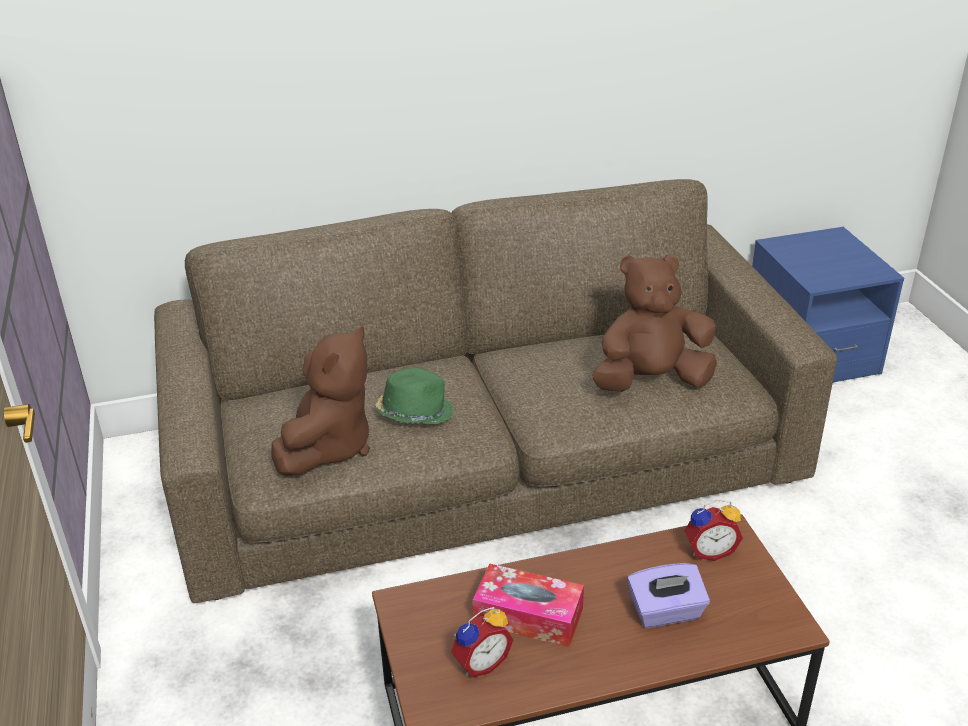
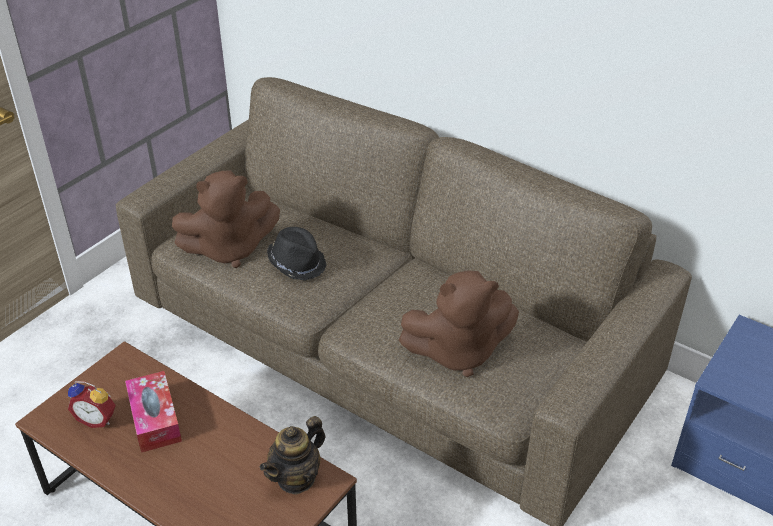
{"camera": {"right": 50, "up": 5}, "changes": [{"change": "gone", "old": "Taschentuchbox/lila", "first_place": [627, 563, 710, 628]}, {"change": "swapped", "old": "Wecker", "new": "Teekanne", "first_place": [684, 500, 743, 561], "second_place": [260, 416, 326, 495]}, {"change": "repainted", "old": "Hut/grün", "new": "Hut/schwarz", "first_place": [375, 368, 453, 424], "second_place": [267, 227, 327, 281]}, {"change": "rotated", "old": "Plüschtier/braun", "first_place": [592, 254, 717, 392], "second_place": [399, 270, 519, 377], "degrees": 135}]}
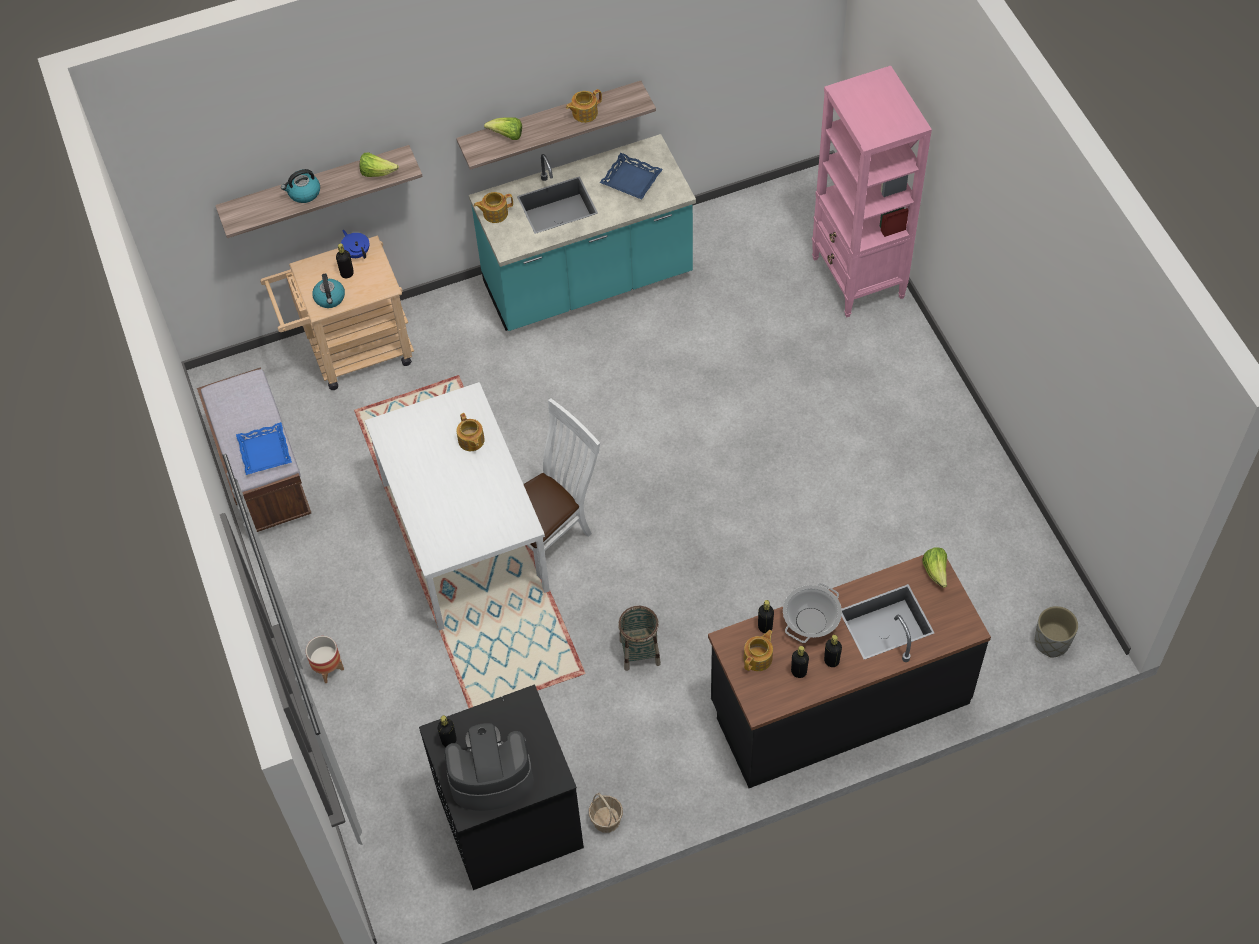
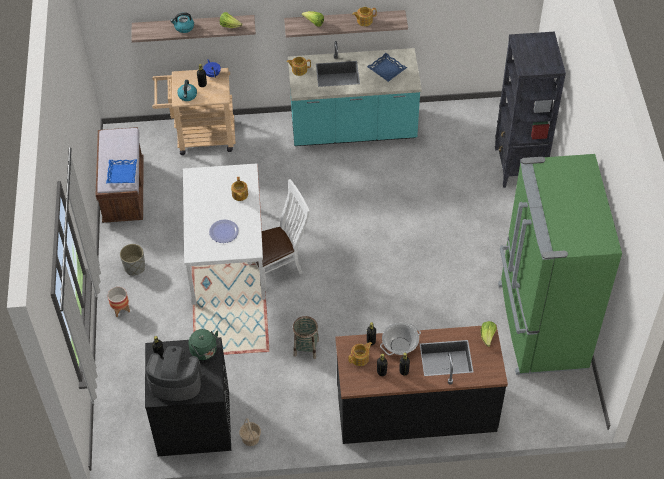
{"camera": {"right": 15, "up": -5}, "changes": [{"change": "new", "new": "Wasserkessel/grün", "second_place": [188, 329, 220, 360]}, {"change": "new", "new": "Teller", "second_place": [209, 220, 239, 243]}, {"change": "new", "new": "Kühlschrank/grün", "second_place": [498, 154, 622, 375]}, {"change": "shifted", "old": "Pflanzkübel/grau", "first_place": [1035, 606, 1078, 657], "second_place": [120, 244, 145, 275]}, {"change": "repainted", "old": "Bücherregal/rosa", "new": "Bücherregal/schwarz", "first_place": [812, 66, 932, 317], "second_place": [495, 32, 566, 188]}]}
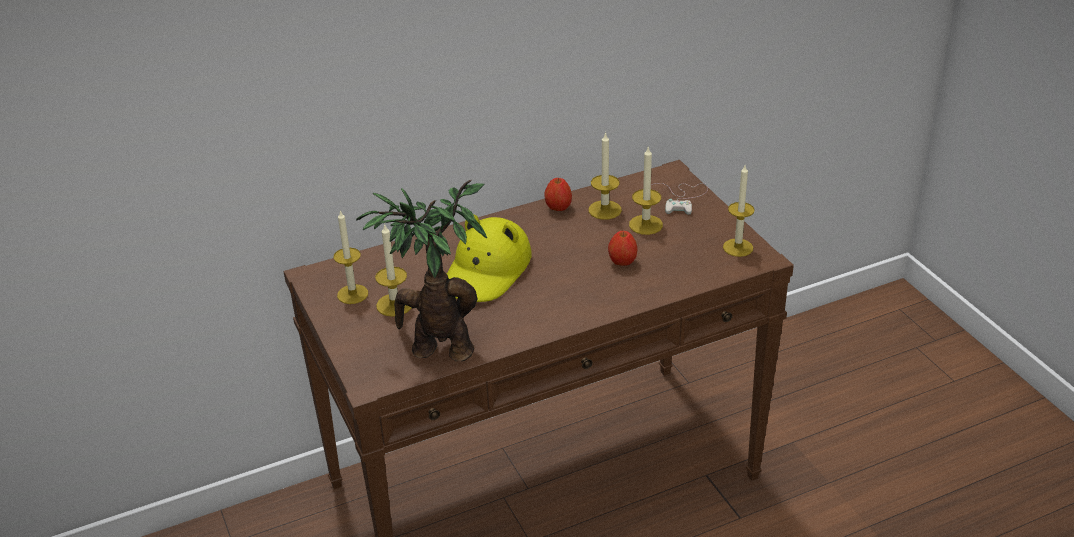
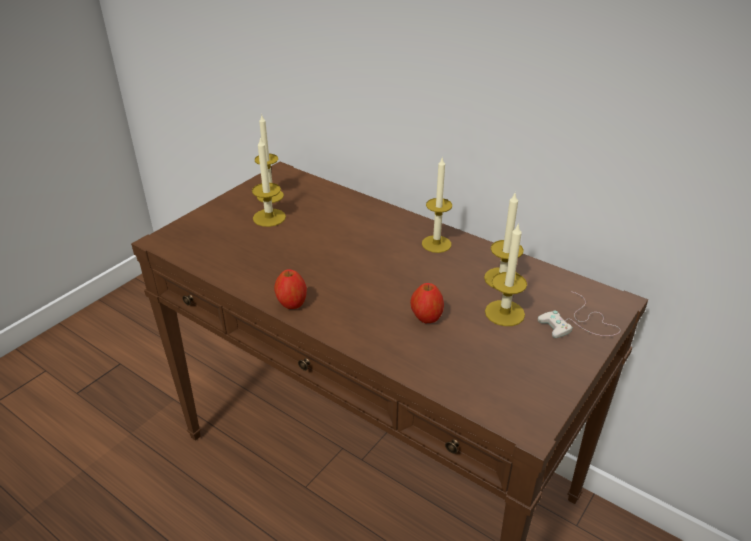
{"camera": {"right": 60, "up": 0}, "changes": [{"change": "gone", "old": "Topfpflanze", "first_place": [356, 180, 487, 361]}, {"change": "gone", "old": "Hut/gelb", "first_place": [447, 215, 532, 302]}, {"change": "shifted", "old": "Apfel", "first_place": [544, 178, 572, 211], "second_place": [274, 269, 307, 309]}, {"change": "shifted", "old": "Kerze", "first_place": [723, 165, 755, 257], "second_place": [422, 158, 452, 253]}]}
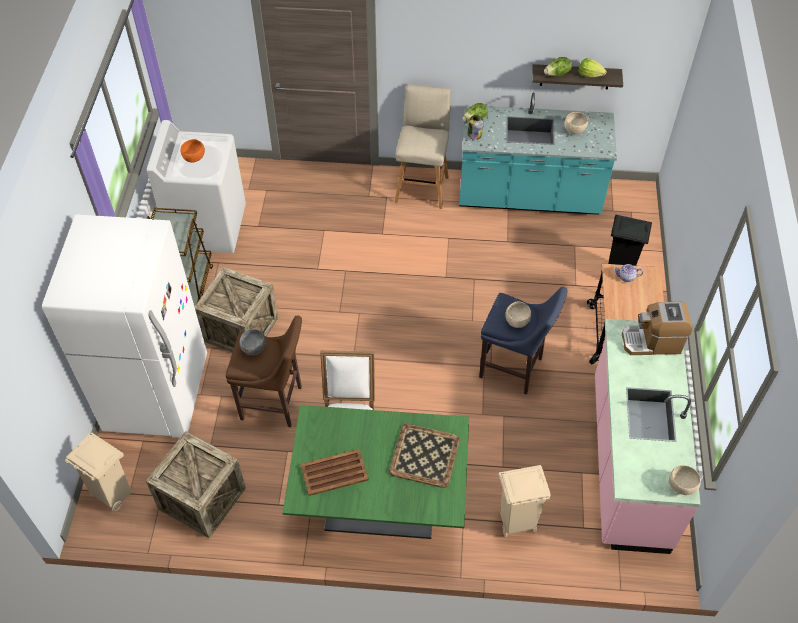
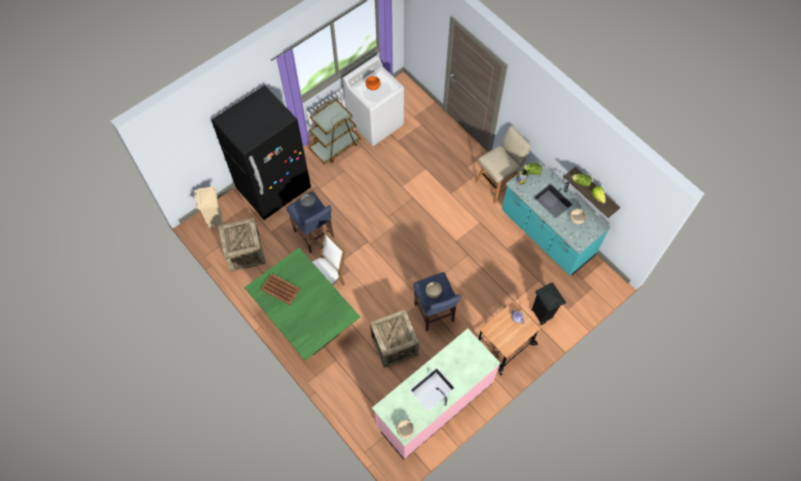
{"camera": {"right": 45, "up": 10}, "changes": [{"change": "gone", "old": "Tablett", "first_place": [389, 424, 460, 488]}, {"change": "gone", "old": "Mülleimer/beige", "first_place": [498, 465, 551, 537]}, {"change": "gone", "old": "Kaffeemaschine", "first_place": [622, 302, 692, 355]}, {"change": "shifted", "old": "Kiste", "first_place": [195, 267, 278, 352], "second_place": [370, 310, 419, 368]}, {"change": "repainted", "old": "Kühlschrank/weiß", "new": "Kühlschrank/schwarz", "first_place": [42, 214, 207, 438], "second_place": [211, 85, 311, 220]}, {"change": "repainted", "old": "Hocker/braun", "new": "Hocker/blau", "first_place": [226, 315, 302, 427], "second_place": [287, 192, 334, 253]}]}
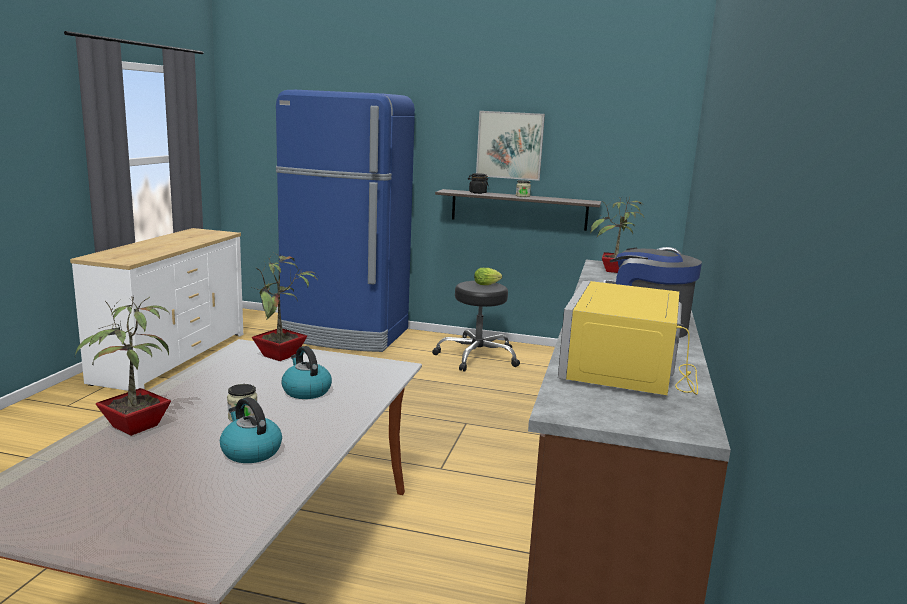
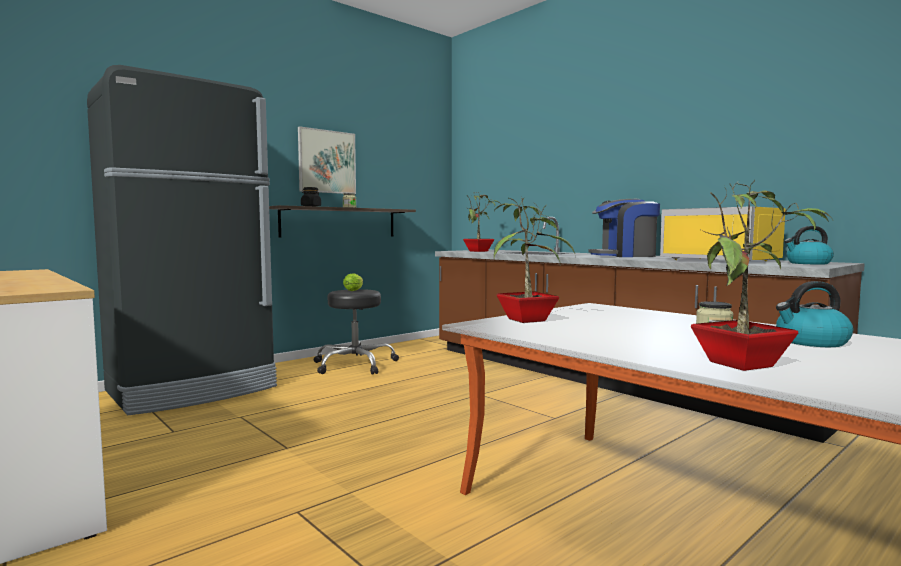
{"camera": {"right": -55, "up": -10}, "changes": [{"change": "shifted", "old": "Wasserkessel", "first_place": [282, 346, 332, 399], "second_place": [784, 226, 834, 264]}, {"change": "repainted", "old": "Kühlschrank/blau", "new": "Kühlschrank/schwarz", "first_place": [276, 90, 415, 352], "second_place": [87, 65, 277, 415]}]}
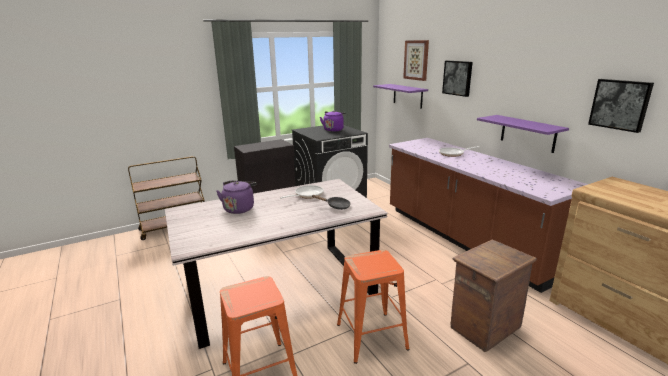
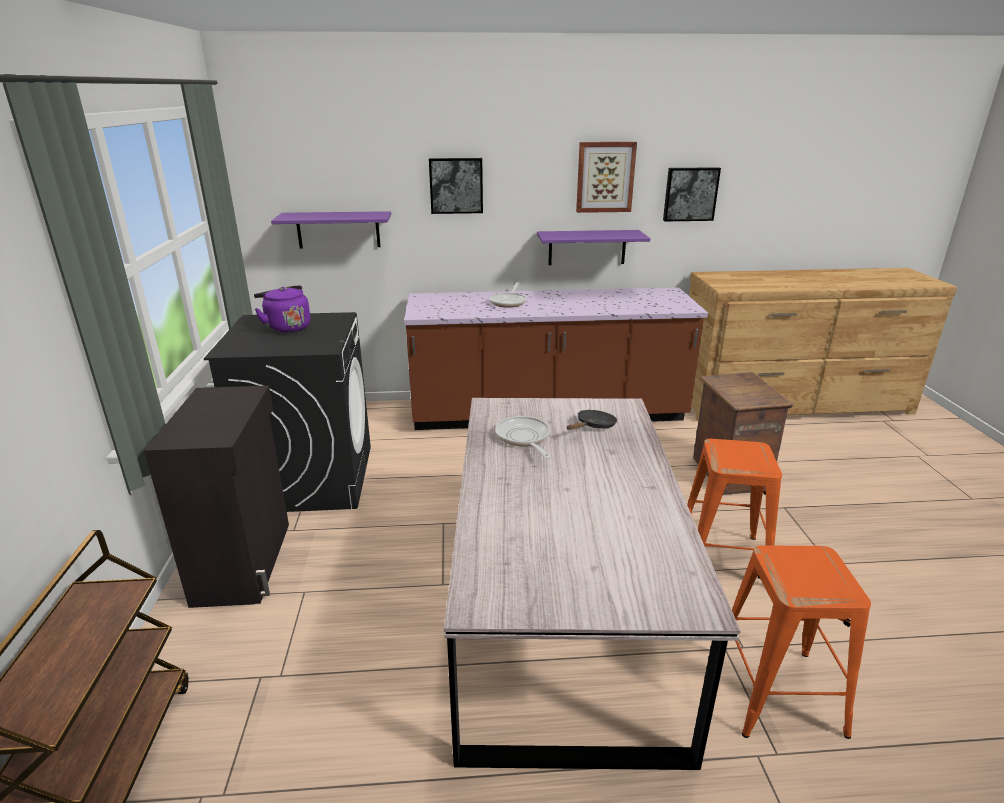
{"camera": {"right": -65, "up": 5}, "changes": [{"change": "gone", "old": "Wasserkessel/lila", "first_place": [216, 181, 257, 214]}, {"change": "shifted", "old": "Bild", "first_place": [403, 40, 429, 81], "second_place": [576, 142, 637, 213]}]}
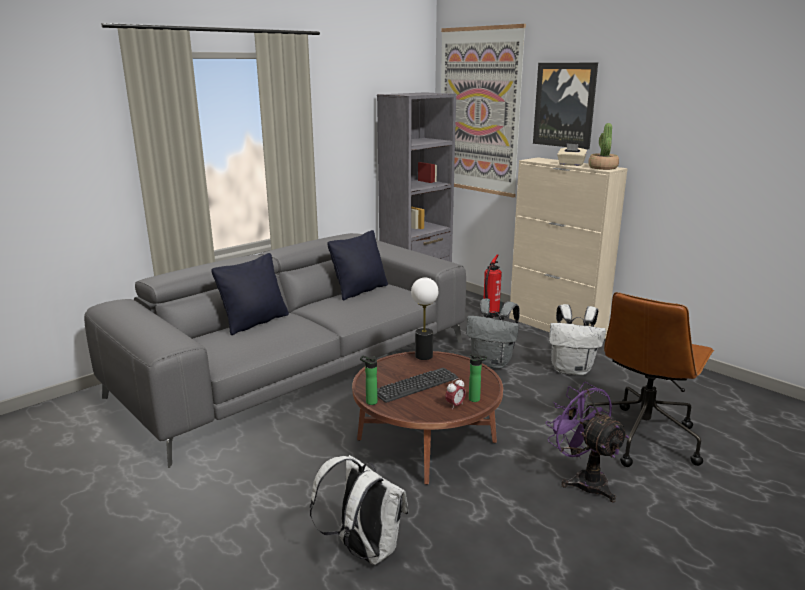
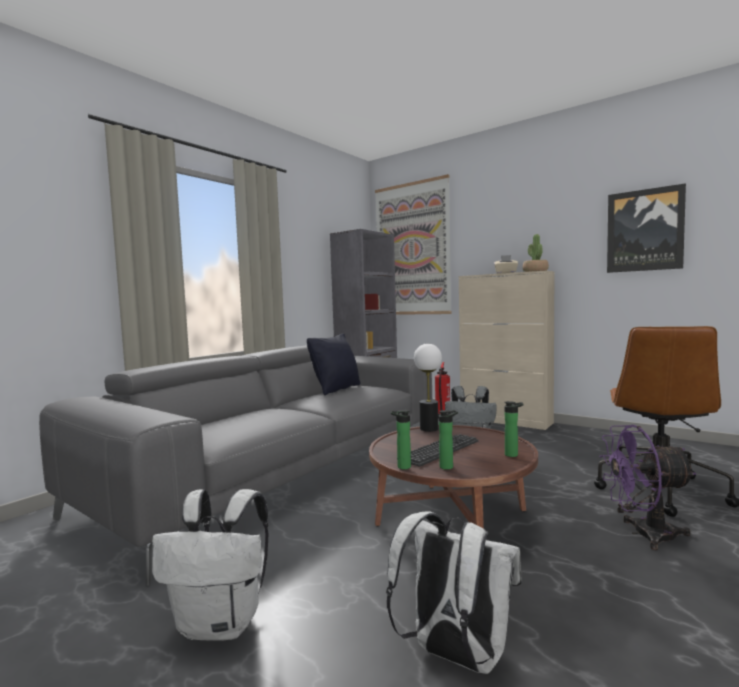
{"camera": {"right": -10, "up": -15}, "changes": [{"change": "gone", "old": "Kissen/schwarz", "first_place": [211, 253, 289, 335]}, {"change": "gone", "old": "Wecker", "first_place": [445, 378, 466, 410]}, {"change": "new", "new": "Flasche", "second_place": [439, 410, 458, 470]}, {"change": "shifted", "old": "Bild", "first_place": [533, 63, 598, 149], "second_place": [607, 183, 686, 273]}, {"change": "shifted", "old": "Rucksack/weiß", "first_place": [549, 304, 606, 375], "second_place": [152, 489, 269, 641]}, {"change": "rotated", "old": "Ventilator/lila", "first_place": [545, 382, 629, 503], "second_place": [599, 425, 696, 550], "degrees": -45}]}
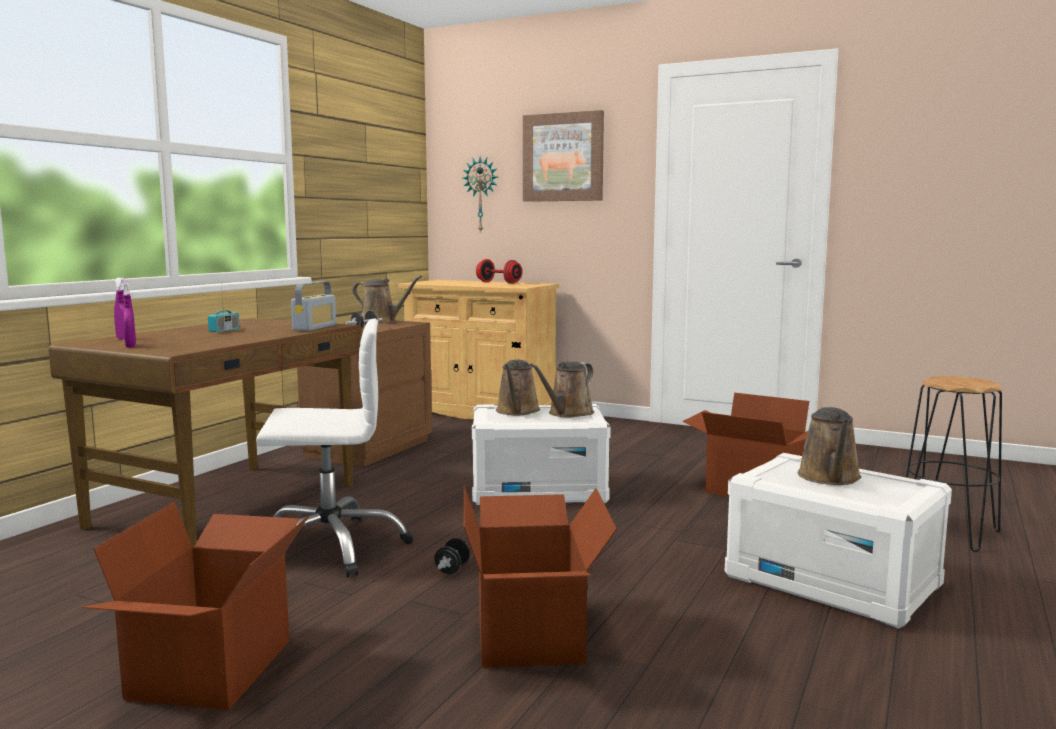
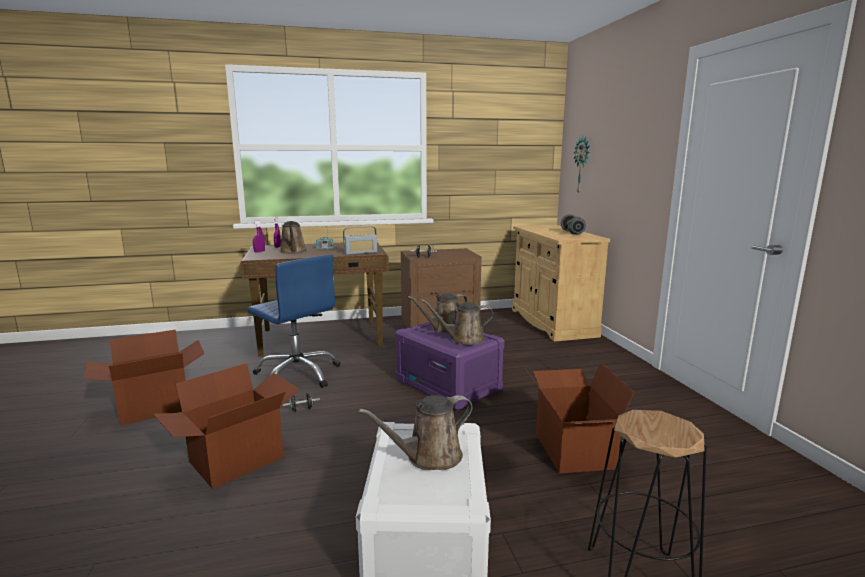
{"camera": {"right": 50, "up": 5}, "changes": [{"change": "gone", "old": "Bild", "first_place": [523, 110, 604, 202]}, {"change": "shifted", "old": "Gießkanne/braun", "first_place": [352, 275, 422, 324], "second_place": [280, 221, 307, 254]}, {"change": "repainted", "old": "Bürostuhl/weiß", "new": "Bürostuhl/blau", "first_place": [256, 319, 414, 578], "second_place": [247, 255, 341, 388]}, {"change": "repainted", "old": "Aufbewahrungsbox/weiß", "new": "Aufbewahrungsbox/lila", "first_place": [472, 404, 611, 505], "second_place": [395, 322, 504, 411]}, {"change": "repainted", "old": "Hantel/rot", "new": "Hantel/grau", "first_place": [476, 259, 522, 284], "second_place": [561, 214, 586, 235]}]}
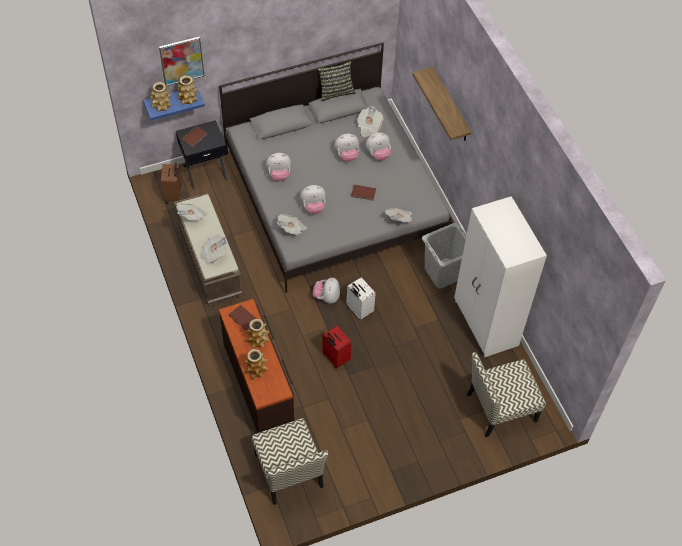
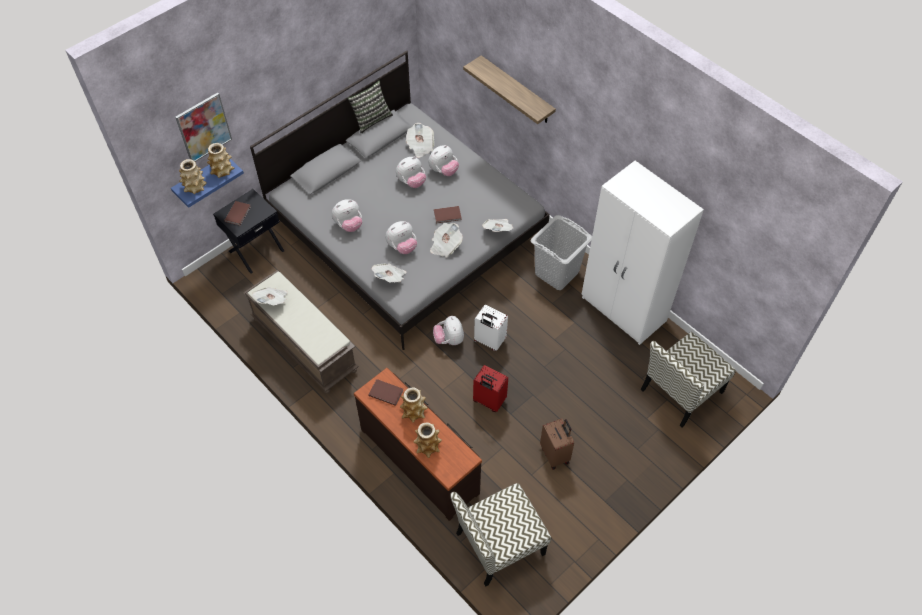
{"camera": {"right": -20, "up": 0}, "changes": [{"change": "shifted", "old": "Koffer/braun", "first_place": [161, 163, 182, 204], "second_place": [540, 418, 574, 470]}, {"change": "shifted", "old": "Zeitung", "first_place": [198, 234, 227, 265], "second_place": [430, 223, 463, 258]}, {"change": "rotated", "old": "Stuhl", "first_place": [252, 418, 328, 505], "second_place": [450, 483, 551, 587], "degrees": 105}]}
